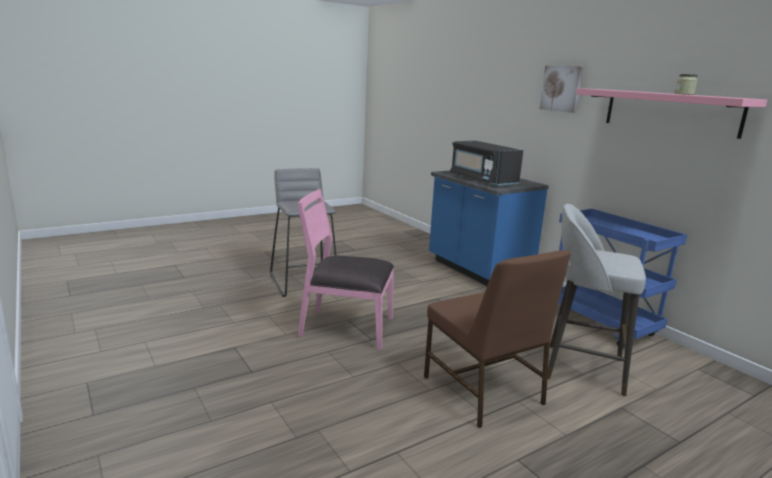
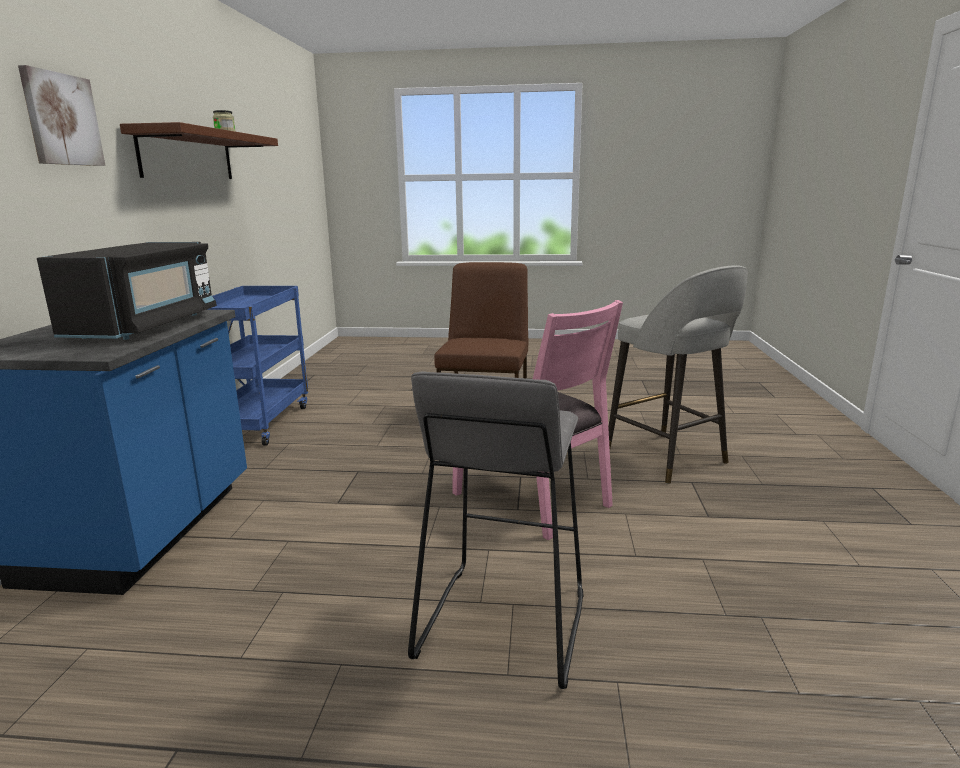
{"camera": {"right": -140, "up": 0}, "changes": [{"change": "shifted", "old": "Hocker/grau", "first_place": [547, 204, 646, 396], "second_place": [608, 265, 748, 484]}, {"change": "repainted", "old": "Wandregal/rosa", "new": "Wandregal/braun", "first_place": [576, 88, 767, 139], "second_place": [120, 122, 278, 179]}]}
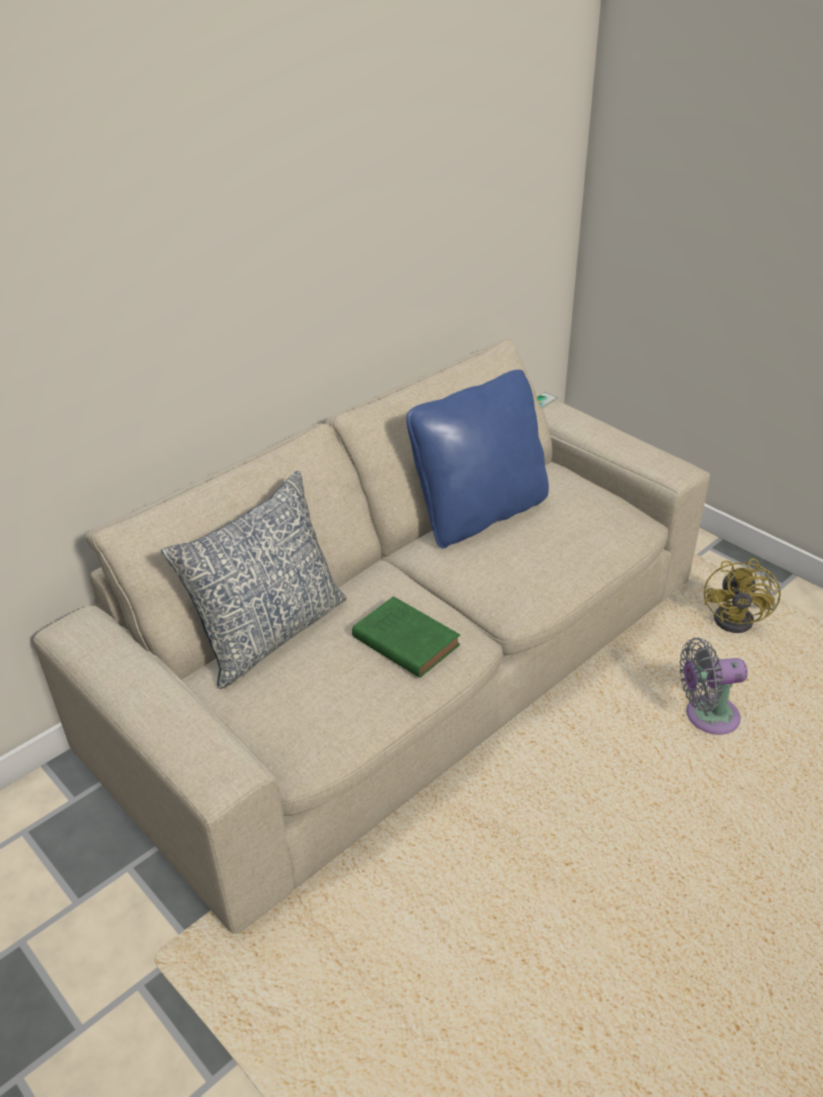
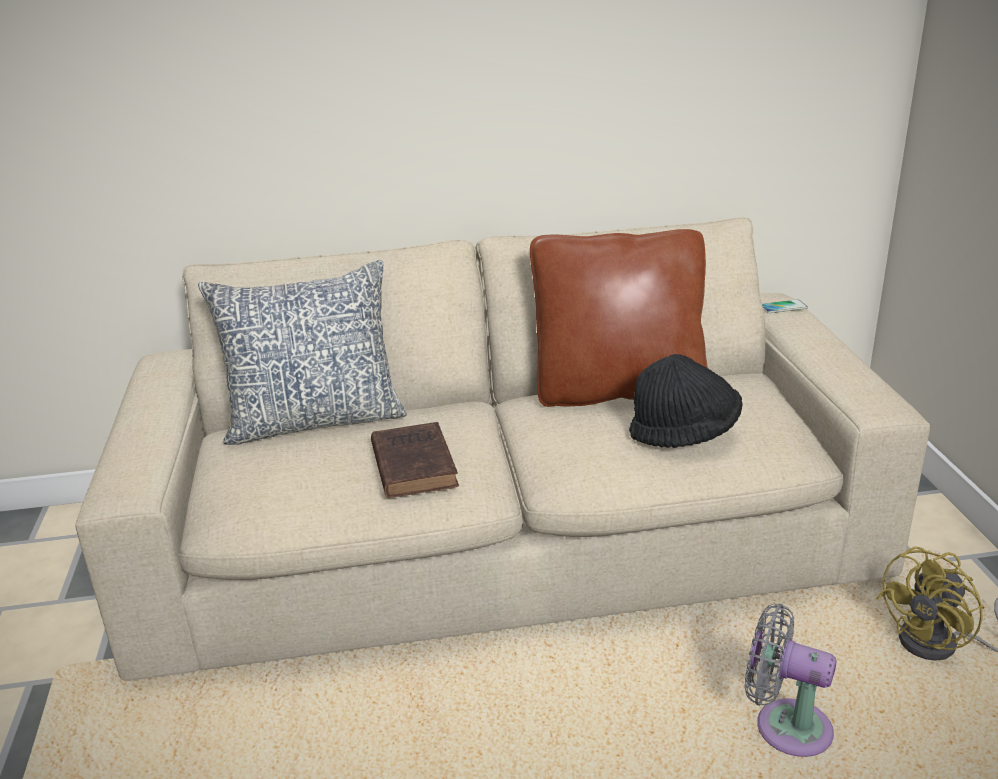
{"camera": {"right": 35, "up": -10}, "changes": [{"change": "new", "new": "Hut/schwarz", "second_place": [629, 354, 742, 448]}, {"change": "repainted", "old": "Buch/grün", "new": "Buch/braun", "first_place": [352, 596, 460, 678], "second_place": [371, 422, 459, 498]}, {"change": "repainted", "old": "Kissen/blau", "new": "Kissen/braun", "first_place": [406, 370, 549, 548], "second_place": [530, 229, 708, 407]}]}
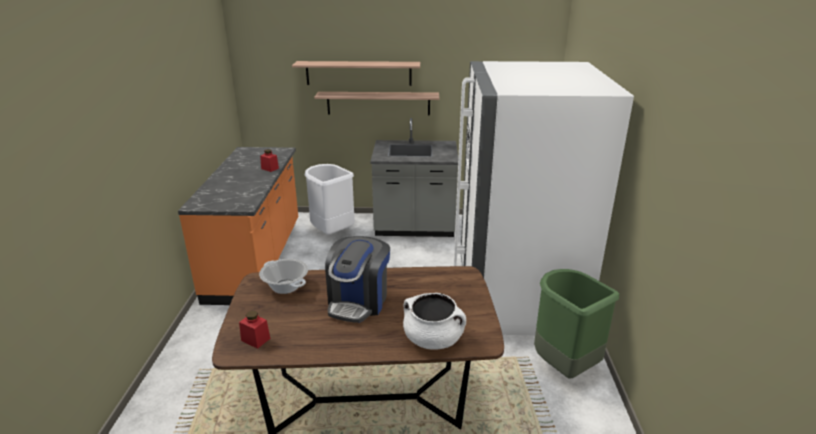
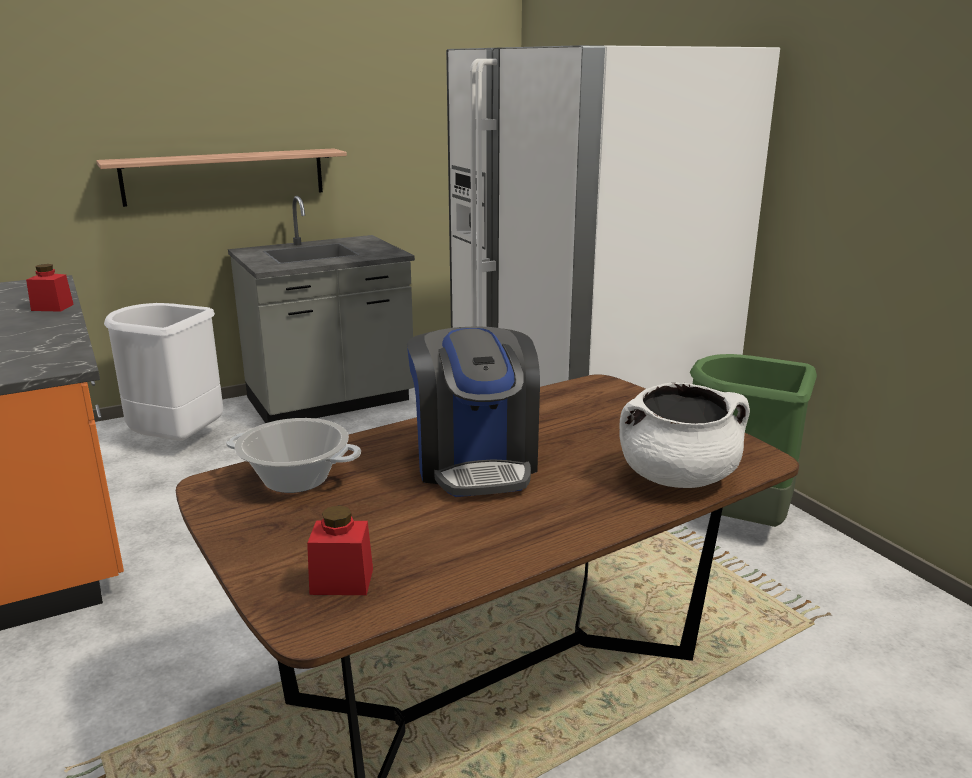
{"camera": {"right": -30, "up": -5}, "changes": [{"change": "gone", "old": "Wandregal", "first_place": [292, 61, 420, 86]}]}
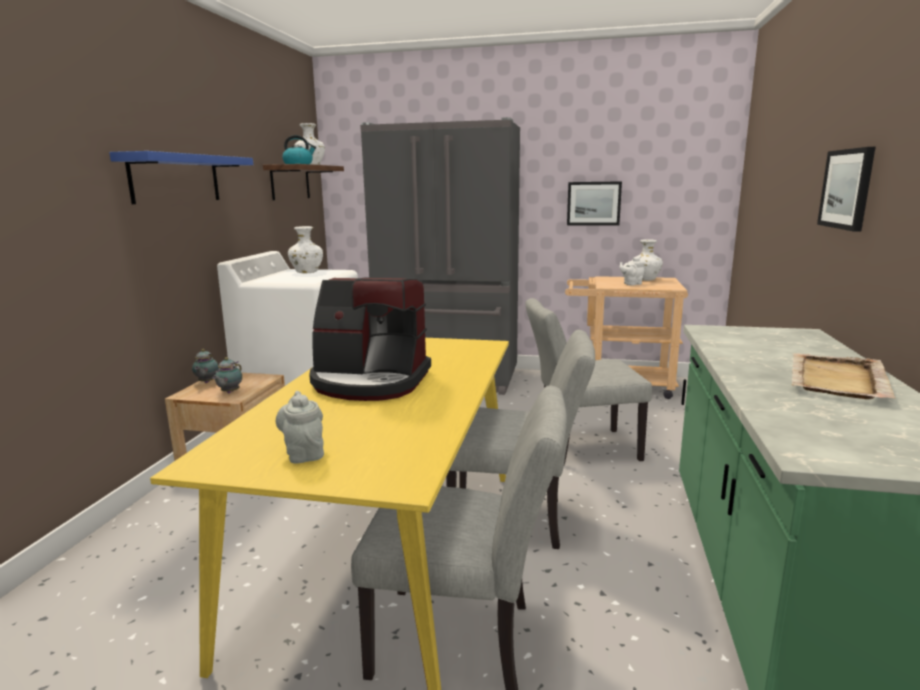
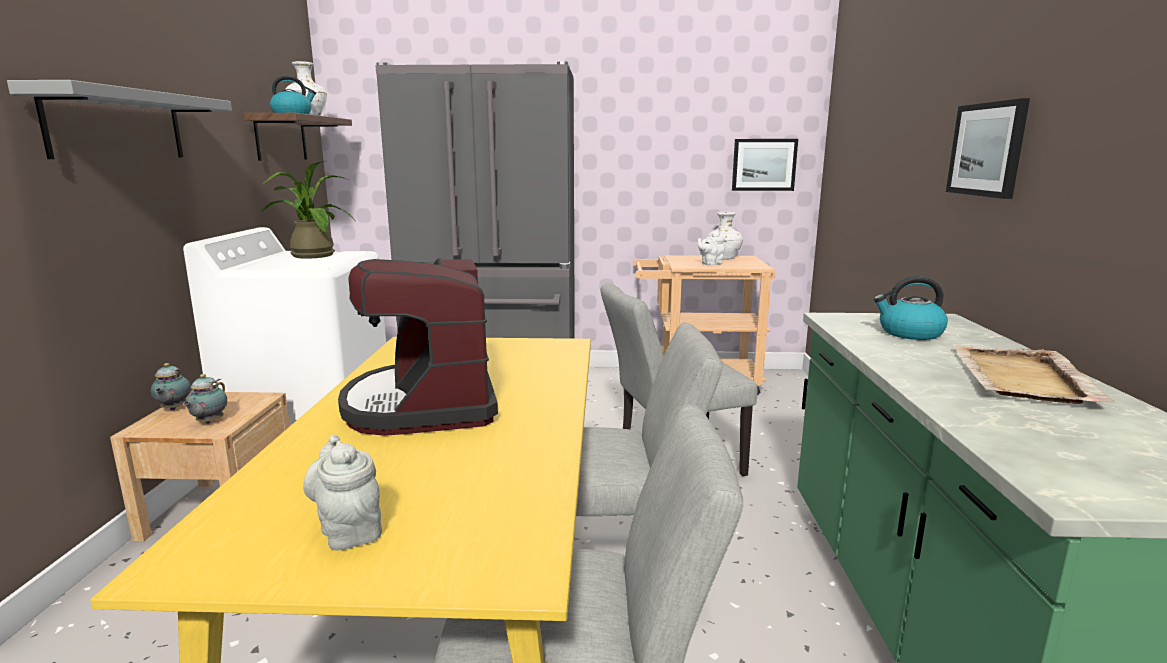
{"camera": {"right": -10, "up": 0}, "changes": [{"change": "new", "new": "Wasserkessel", "second_place": [874, 276, 948, 340]}, {"change": "shifted", "old": "Bild", "first_place": [567, 181, 622, 225], "second_place": [732, 139, 798, 191]}, {"change": "swapped", "old": "Vase/weiß", "new": "Topfpflanze", "first_place": [288, 226, 323, 273], "second_place": [262, 161, 355, 259]}, {"change": "repainted", "old": "Wandregal/blau", "new": "Wandregal/grau", "first_place": [109, 151, 253, 204], "second_place": [7, 80, 232, 159]}, {"change": "rotated", "old": "Kaffeemaschine", "first_place": [309, 278, 431, 401], "second_place": [338, 258, 498, 436], "degrees": 75}]}
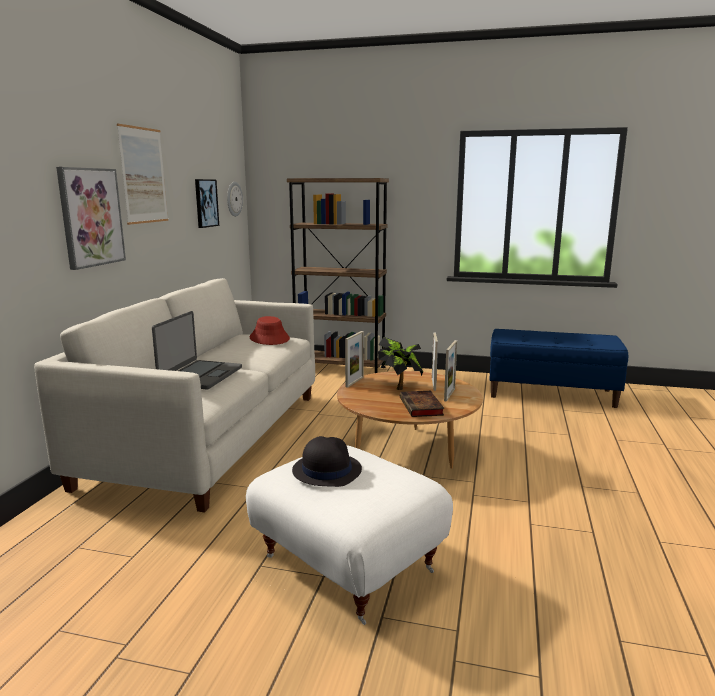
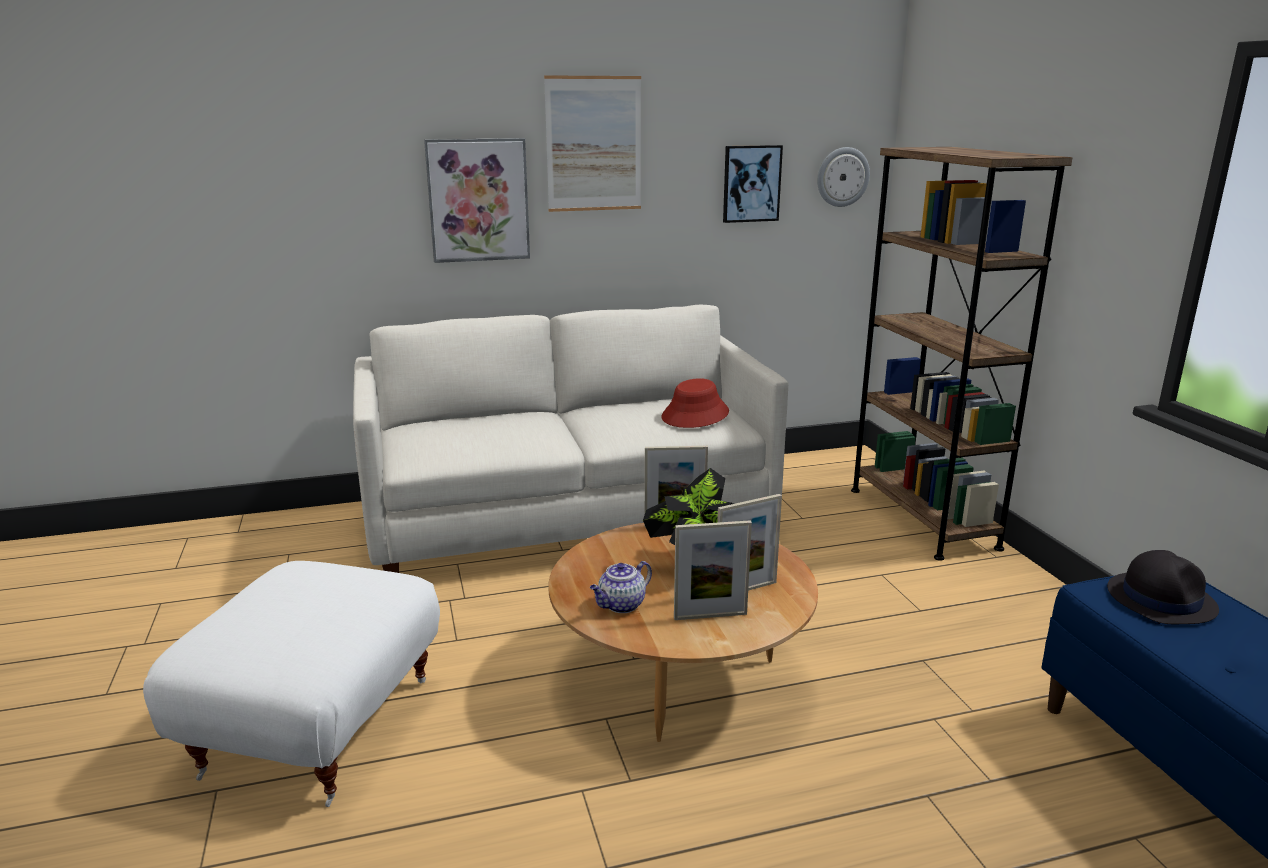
{"camera": {"right": 60, "up": 5}, "changes": [{"change": "gone", "old": "Laptop", "first_place": [152, 311, 242, 390]}, {"change": "shifted", "old": "Hut/schwarz", "first_place": [292, 436, 362, 487], "second_place": [1107, 550, 1219, 624]}, {"change": "swapped", "old": "Buch", "new": "Teekanne", "first_place": [400, 391, 445, 417], "second_place": [590, 561, 652, 613]}]}
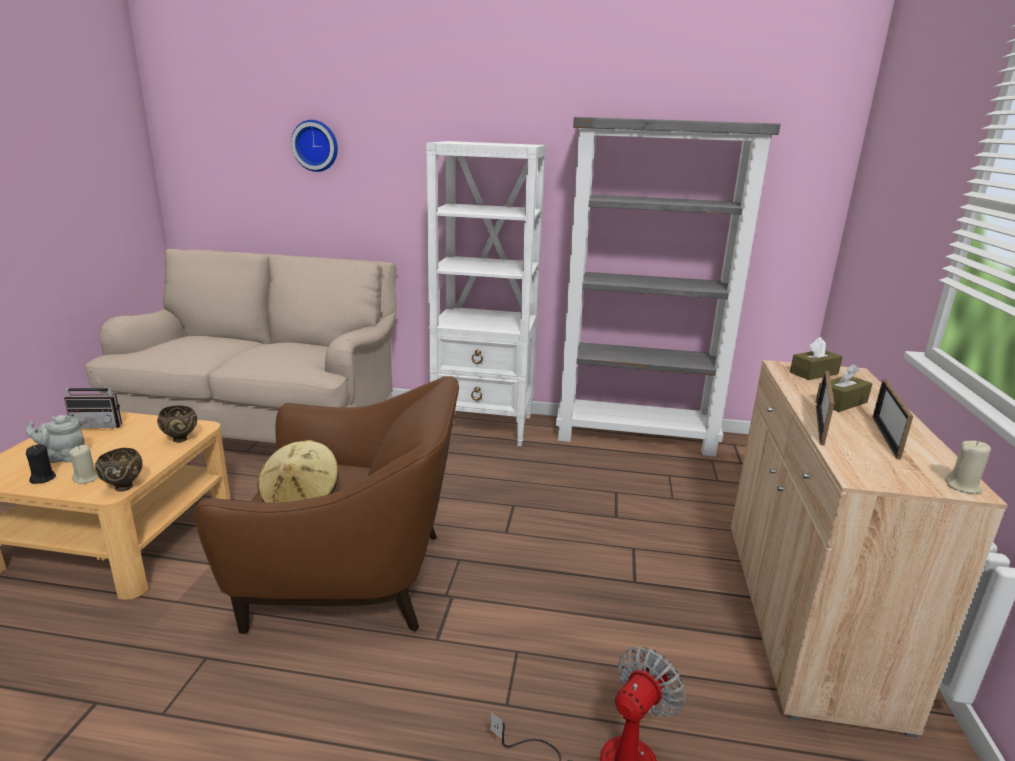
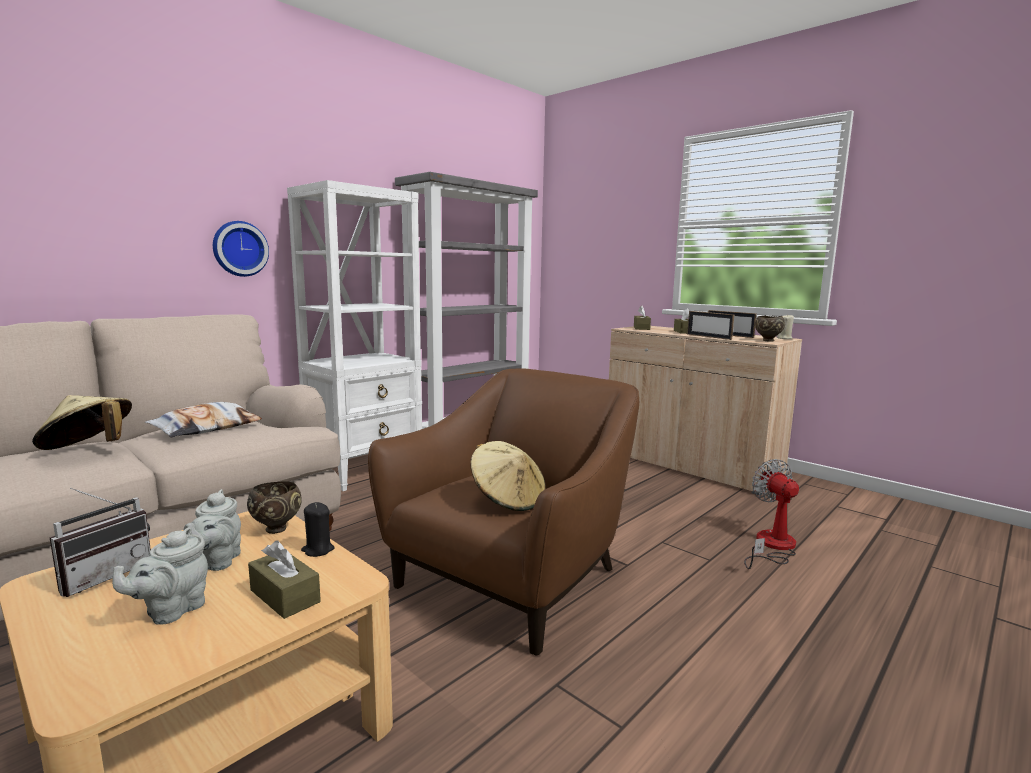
{"camera": {"right": -55, "up": -10}, "changes": [{"change": "new", "new": "Hut/beige", "second_place": [32, 395, 132, 450]}, {"change": "new", "new": "Kissen", "second_place": [145, 402, 262, 437]}, {"change": "new", "new": "Teekanne/grau", "second_place": [183, 489, 241, 571]}, {"change": "shifted", "old": "Kerze/schwarz", "first_place": [26, 444, 56, 484], "second_place": [301, 502, 334, 557]}, {"change": "shifted", "old": "Schüssel/braun", "first_place": [95, 448, 143, 492], "second_place": [755, 316, 785, 342]}, {"change": "shifted", "old": "Wanduhr", "first_place": [291, 120, 338, 172], "second_place": [213, 221, 269, 277]}, {"change": "swapped", "old": "Kerze/beige", "new": "Taschentuchbox/braun", "first_place": [69, 445, 98, 484], "second_place": [248, 541, 321, 619]}]}
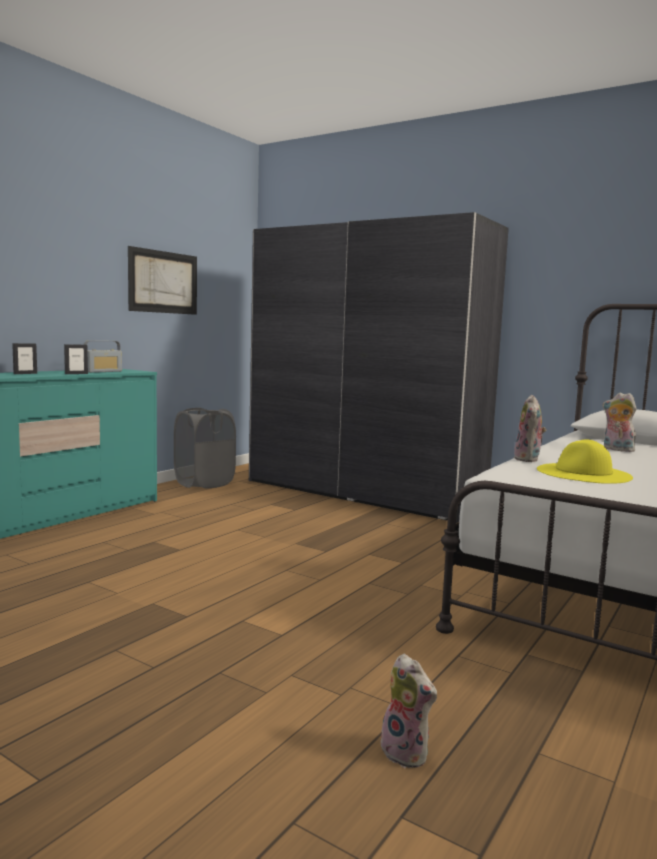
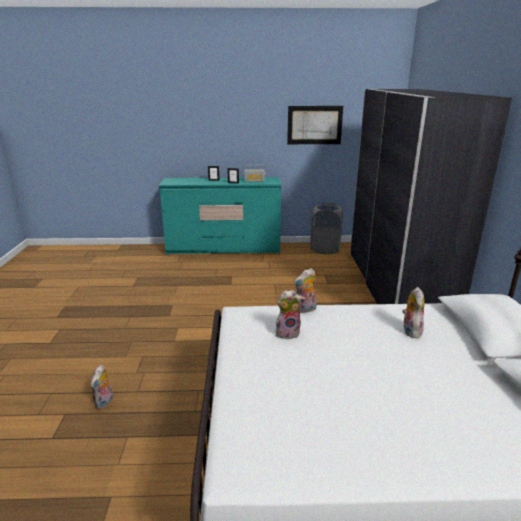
{"camera": {"right": 55, "up": 15}, "changes": [{"change": "swapped", "old": "Hut/gelb", "new": "Plüschtier", "first_place": [537, 439, 633, 484], "second_place": [275, 290, 306, 339]}]}
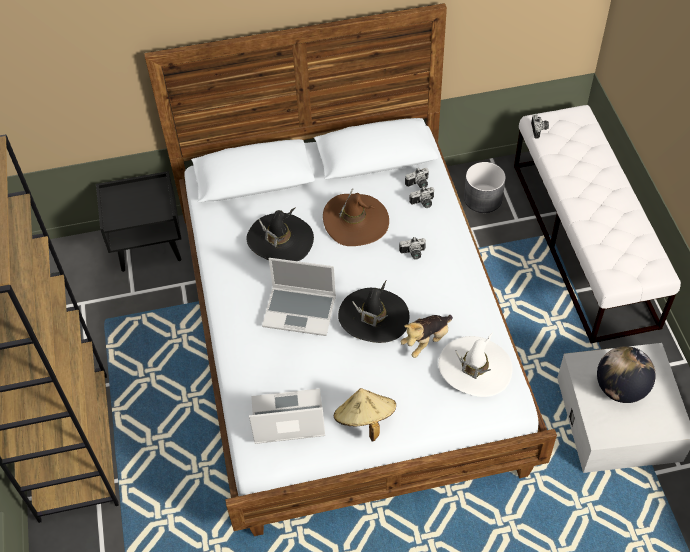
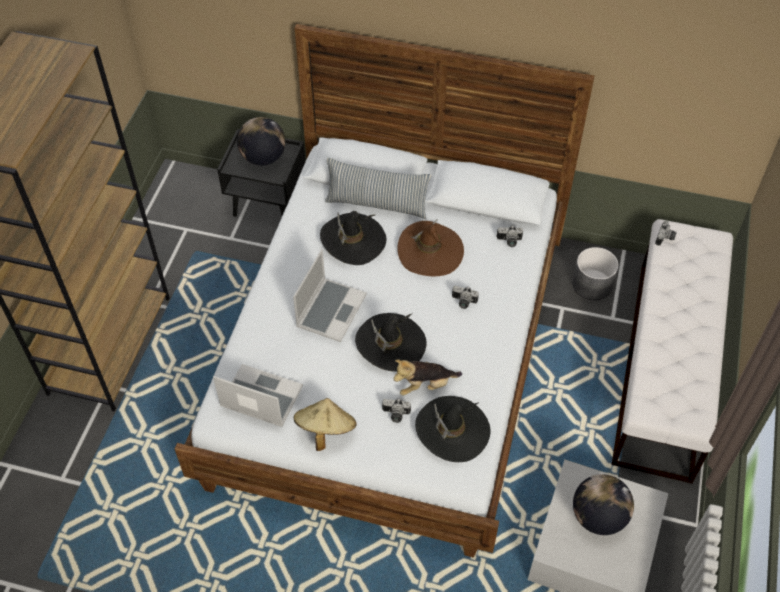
{"camera": {"right": 25, "up": 0}, "changes": [{"change": "new", "new": "Globus", "second_place": [237, 117, 285, 166]}, {"change": "new", "new": "Kissen", "second_place": [325, 158, 431, 219]}, {"change": "shifted", "old": "Kamera", "first_place": [409, 187, 434, 208], "second_place": [382, 399, 411, 423]}, {"change": "repainted", "old": "Hut/weiß", "new": "Hut/schwarz", "first_place": [438, 332, 513, 397], "second_place": [415, 396, 490, 462]}, {"change": "rotated", "old": "Laptop", "first_place": [262, 258, 336, 336], "second_place": [293, 249, 367, 342], "degrees": -105}]}
